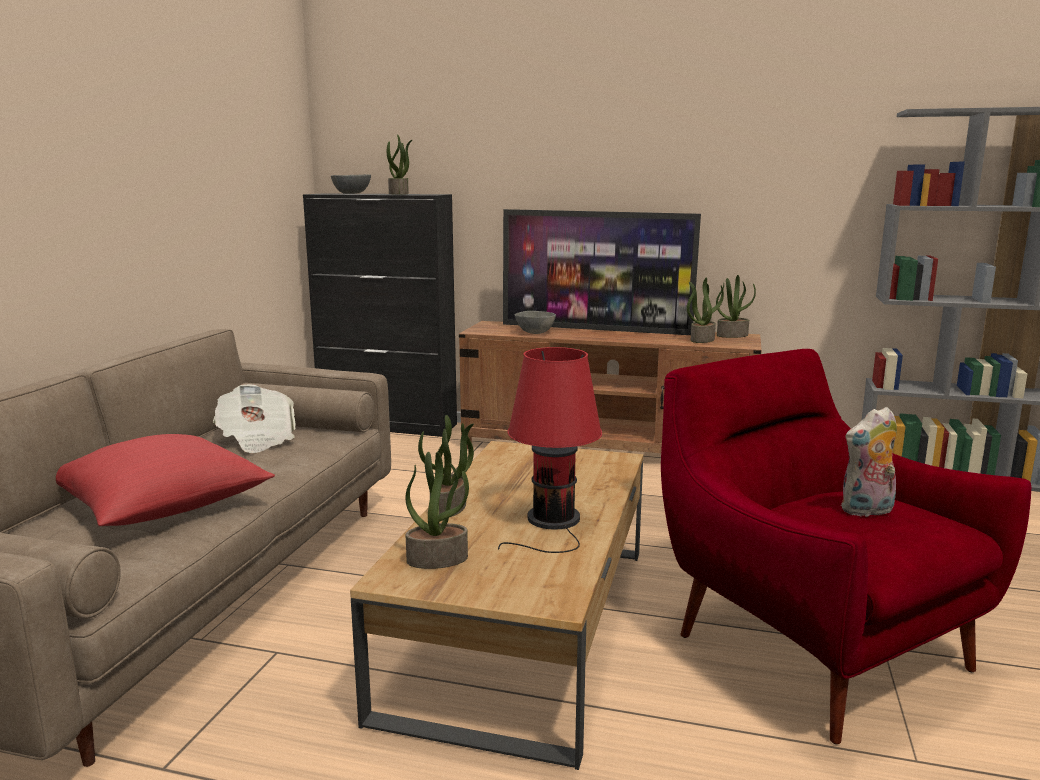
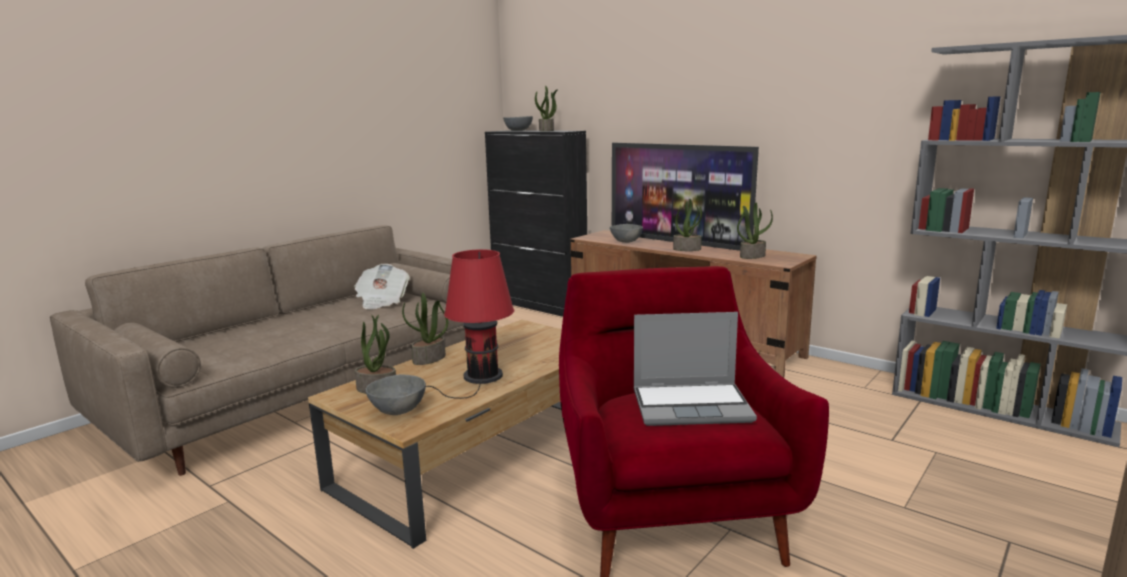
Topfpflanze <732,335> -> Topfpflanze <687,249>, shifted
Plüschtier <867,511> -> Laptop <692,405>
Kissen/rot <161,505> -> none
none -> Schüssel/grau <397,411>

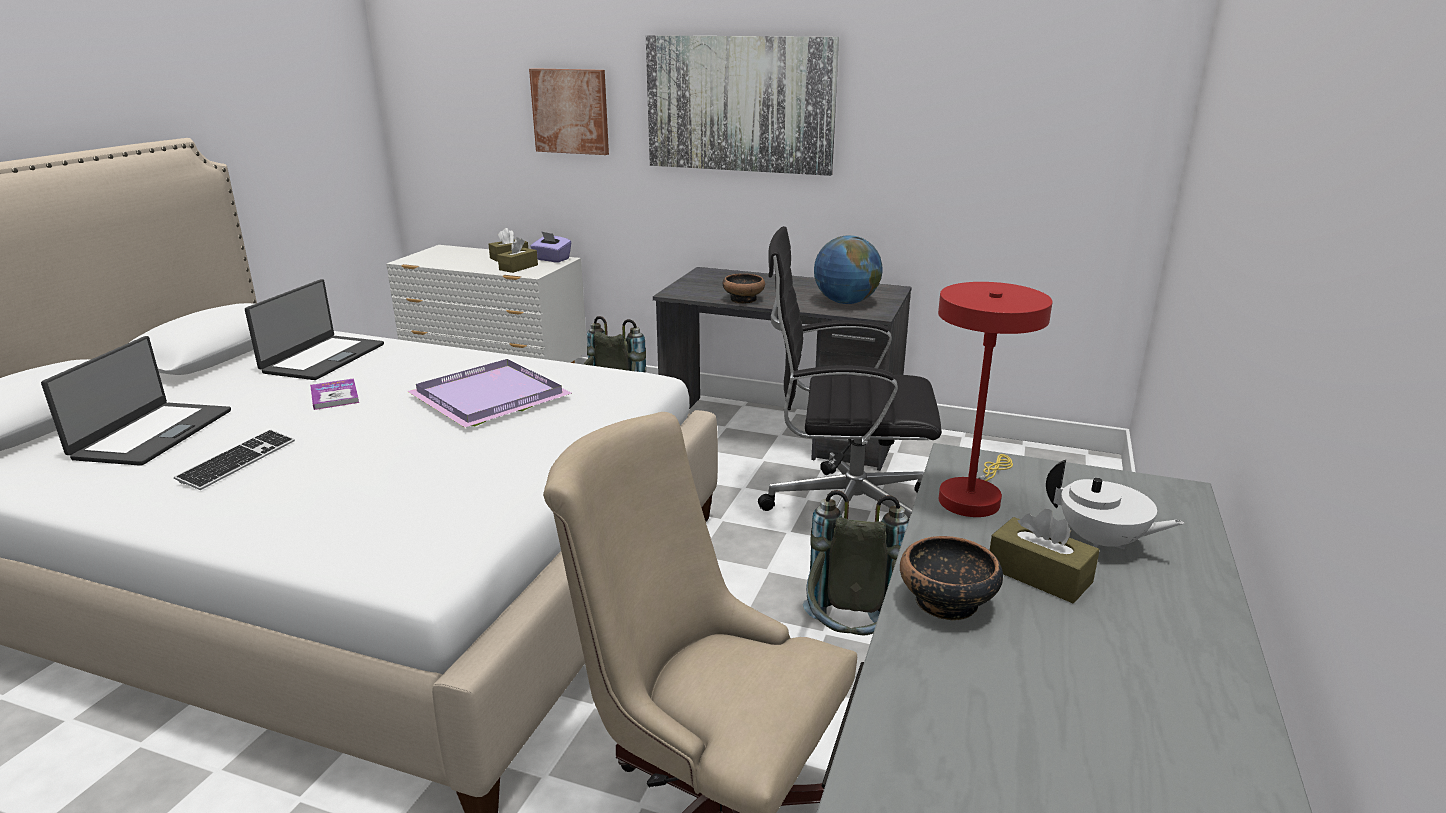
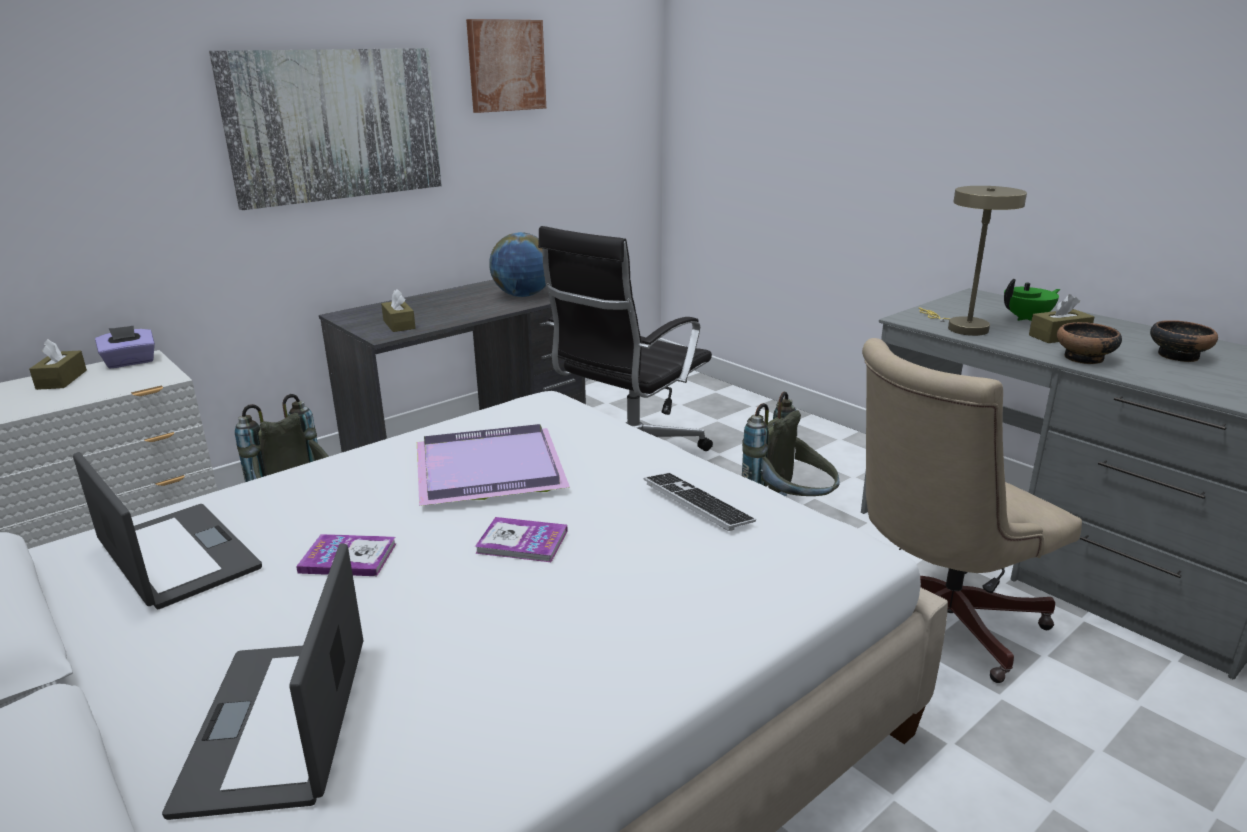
Bild <570,111> -> Bild <506,65>, shifted
Taschentuchbox/braun <518,267> -> Taschentuchbox/braun <399,324>, shifted
Schüssel <744,299> -> Schüssel <1177,356>, shifted
Tischlampe/rot <972,496> -> Tischlampe/beige <961,327>
Laptop <152,434> -> Laptop <280,723>, 135 degrees counterclockwise
Tastatur <238,461> -> Tastatur <697,502>, shifted
Teekanne/weiß <1101,542> -> Teekanne/grün <1027,319>
none -> Buch <522,542>

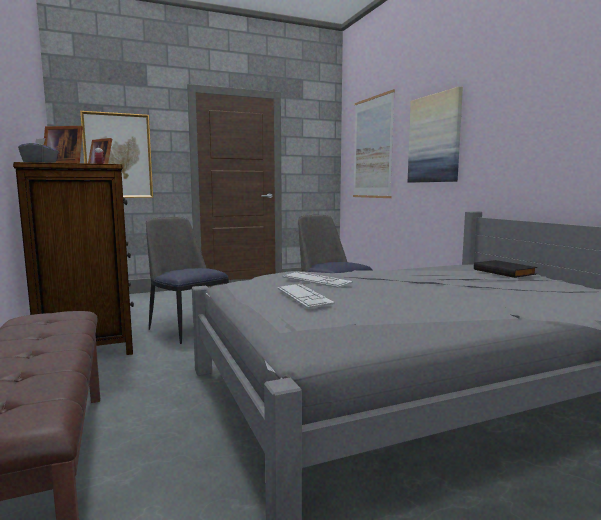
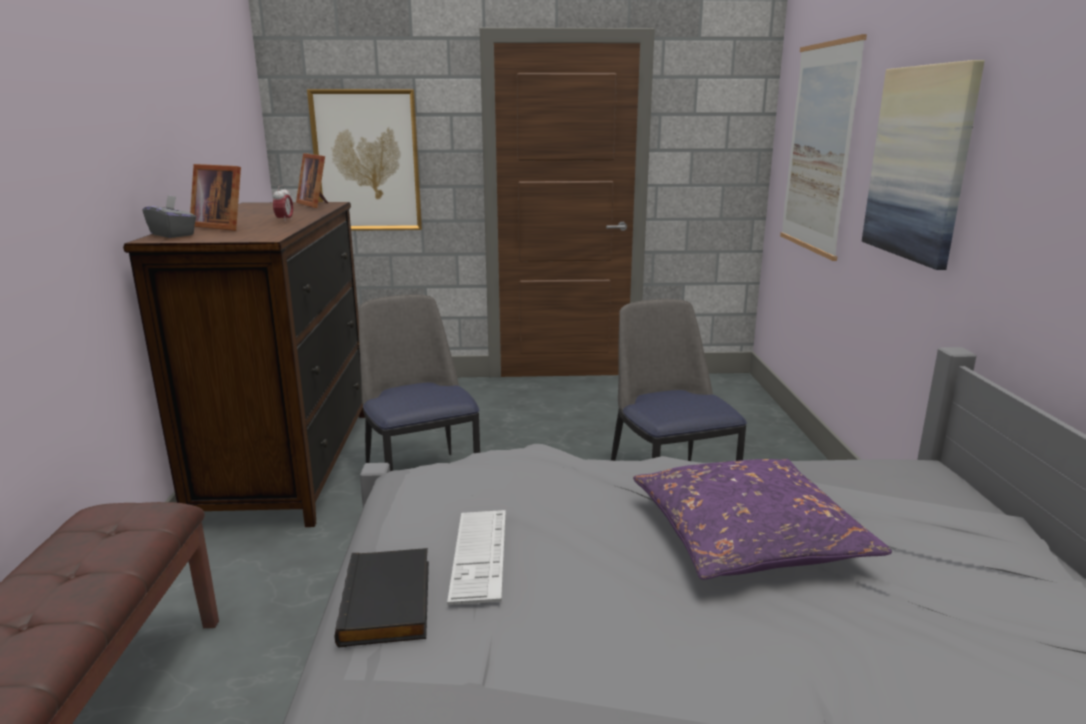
Buch/schwarz <505,272> -> Buch/schwarz <389,602>, shifted
Tastatur <316,280> -> none
none -> Kissen/lila <747,537>

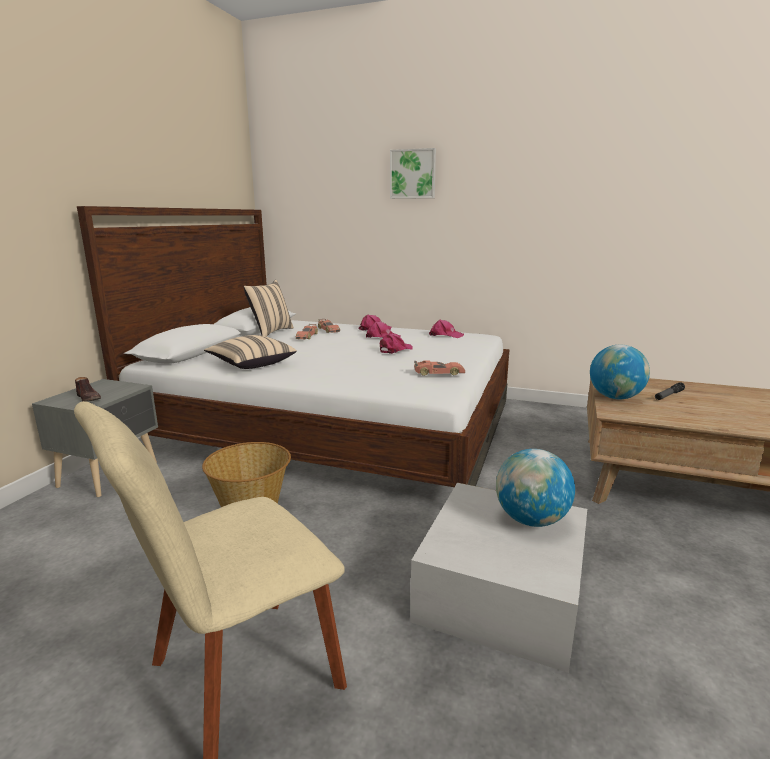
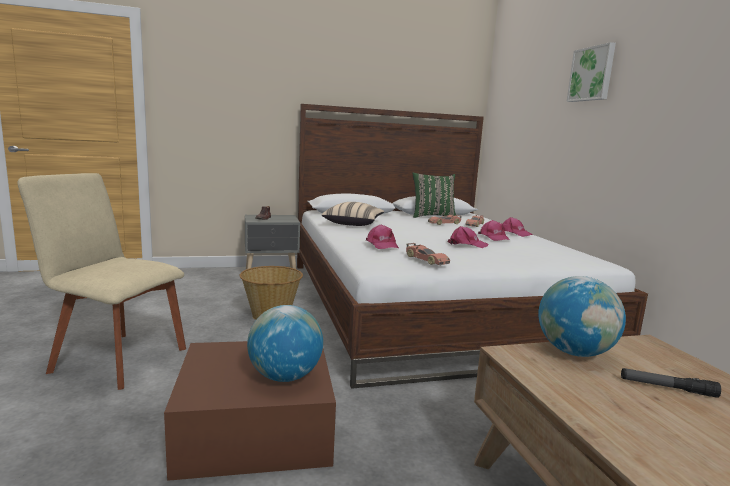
Kissen/beige <270,332> -> Kissen/grün <432,216>
Kappe/rosa <445,335> -> Kappe/rosa <382,244>, shifted
Aufbewahrungsbox/weiß <501,591> -> Aufbewahrungsbox/braun <255,428>

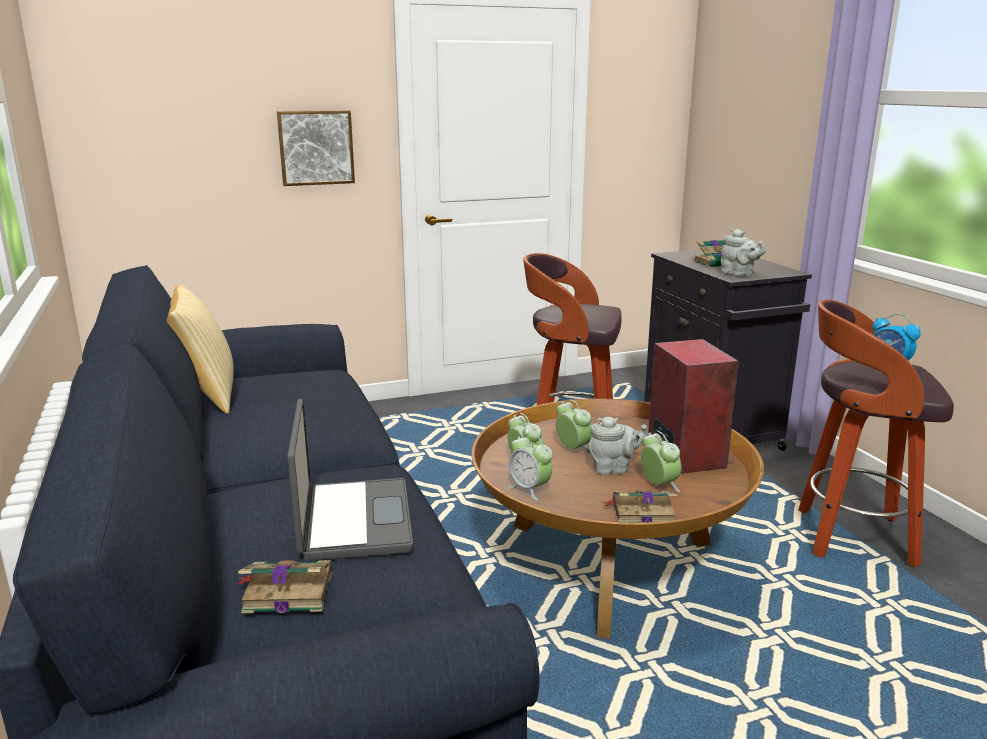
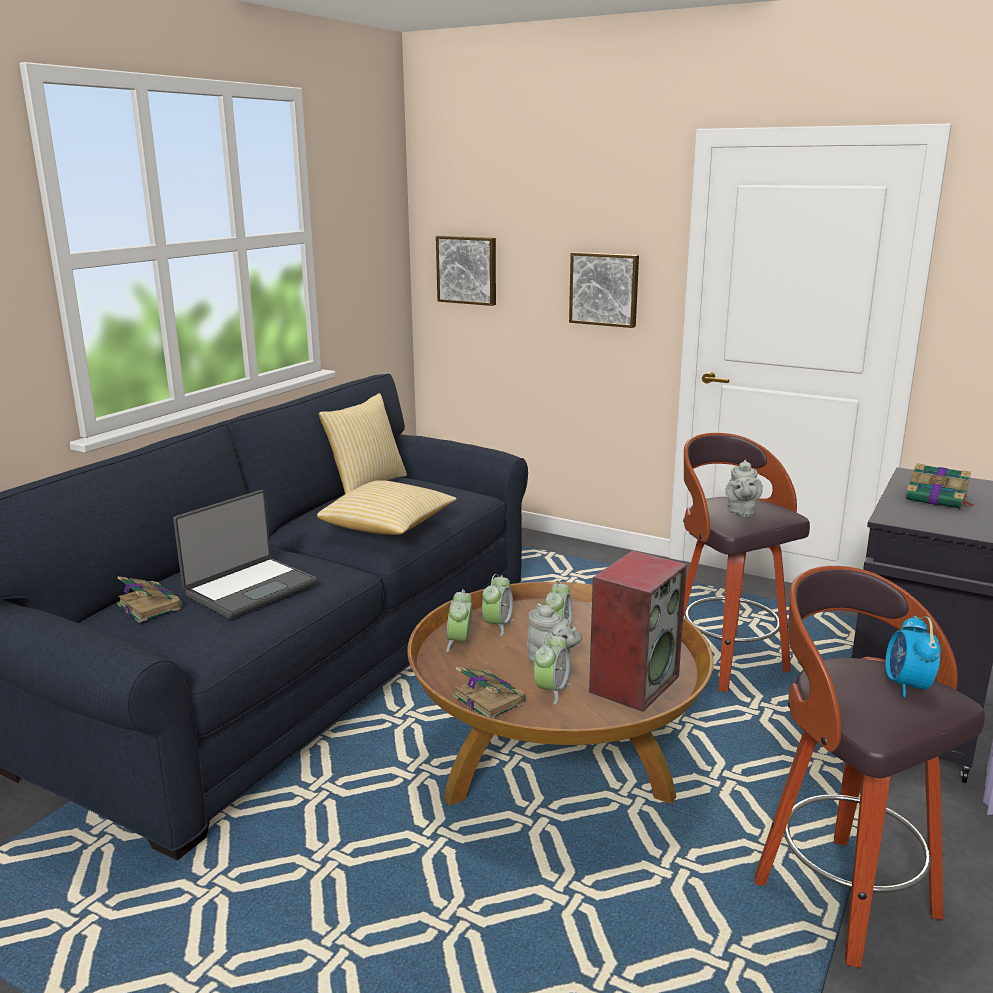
Teekanne/grau <739,274> -> Teekanne/grau <741,512>, shifted
none -> Bild <467,270>
none -> Kissen <388,527>

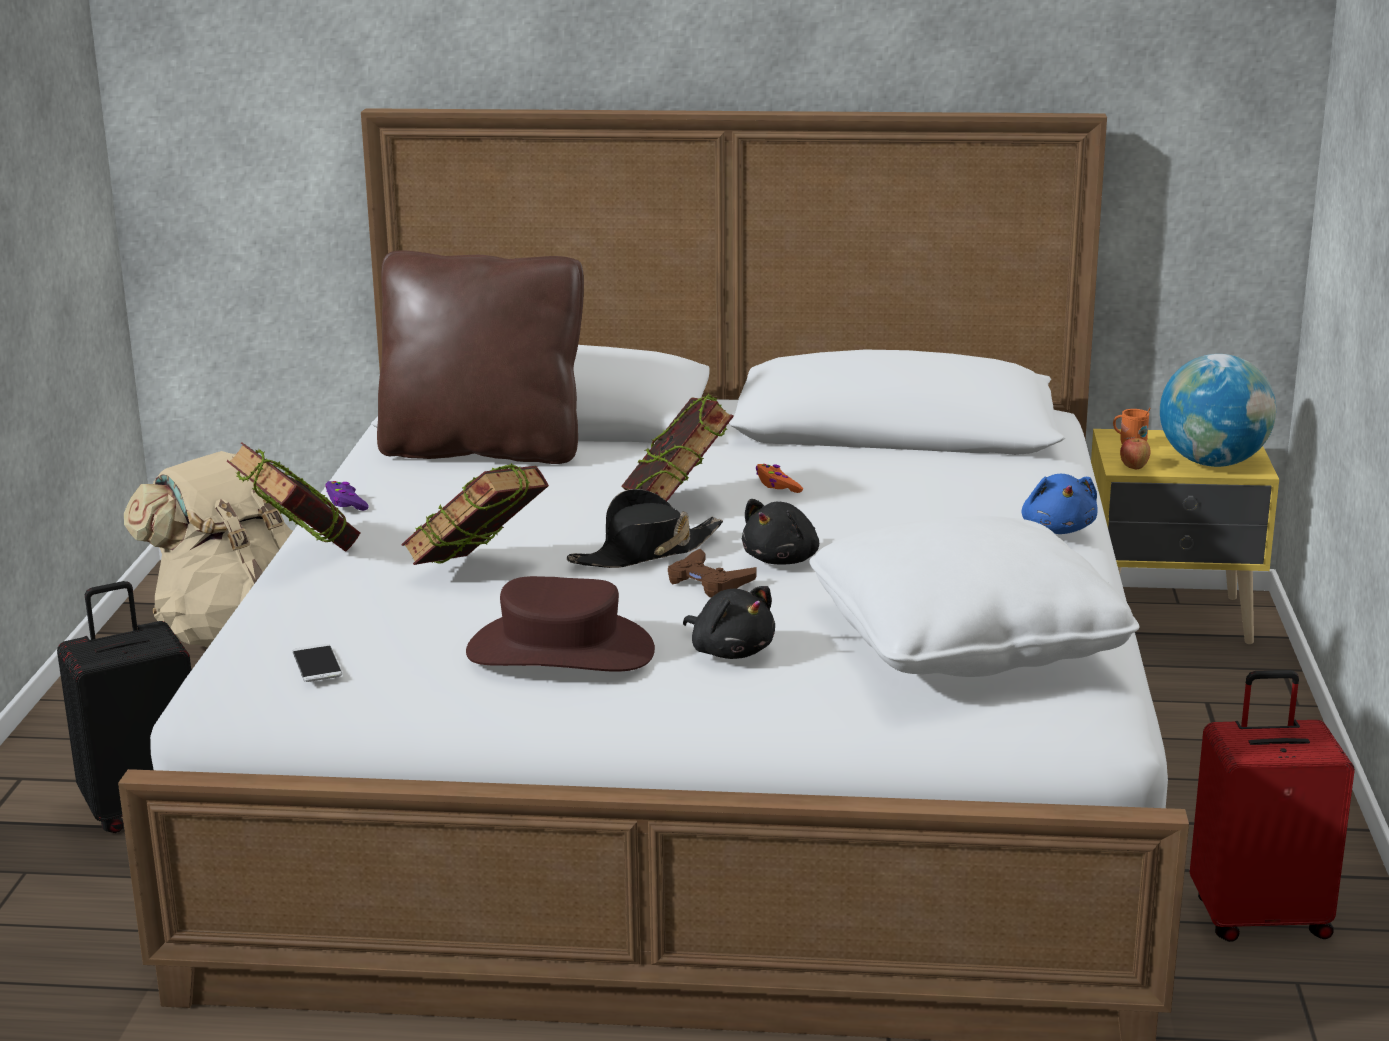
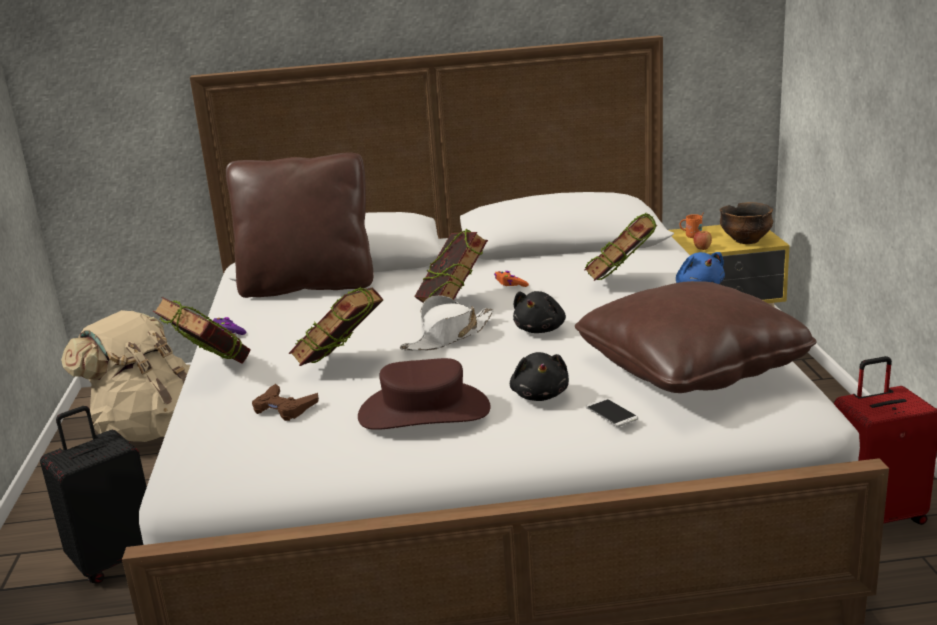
Globus <1213,463> -> Schüssel <746,240>
Hut/schwarz <646,552> -> Hut/weiß <448,337>
Kissen/weiß <966,643> -> Kissen/braun <691,367>
Gamepad/braun <708,582> -> Gamepad/braun <284,408>, shifted
Plüschtier/schwarz <730,651> -> Plüschtier/schwarz <540,395>, 45 degrees clockwise
Handy <317,664> -> Handy <611,413>, shifted
none -> Buch <621,282>

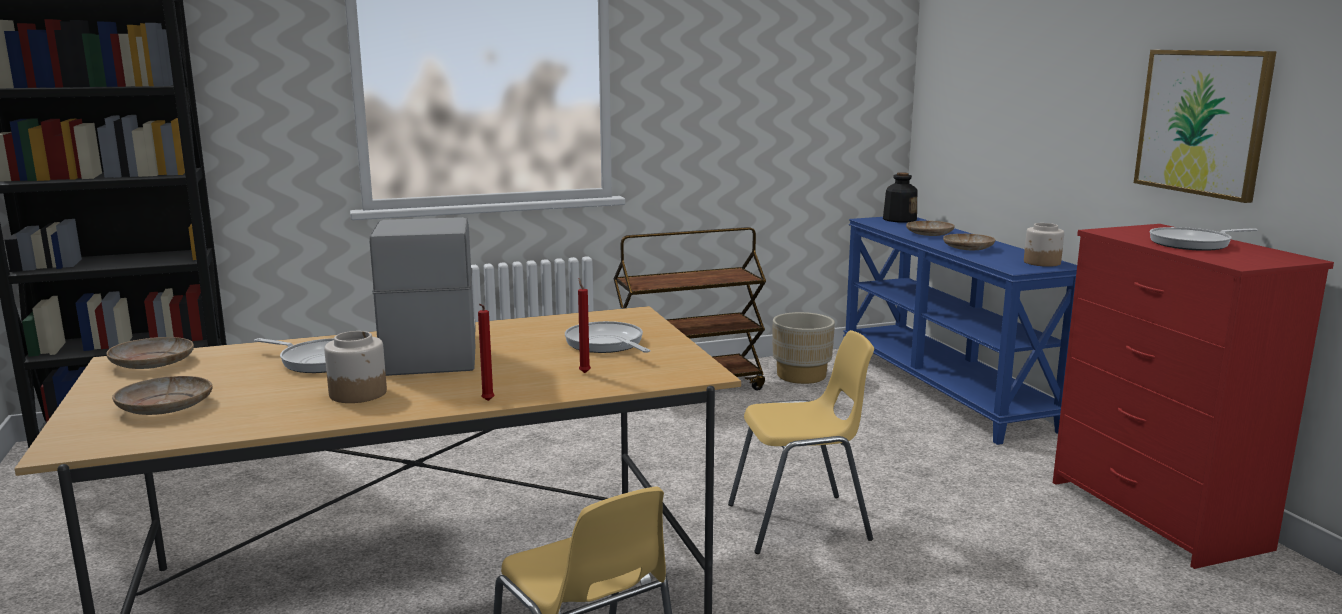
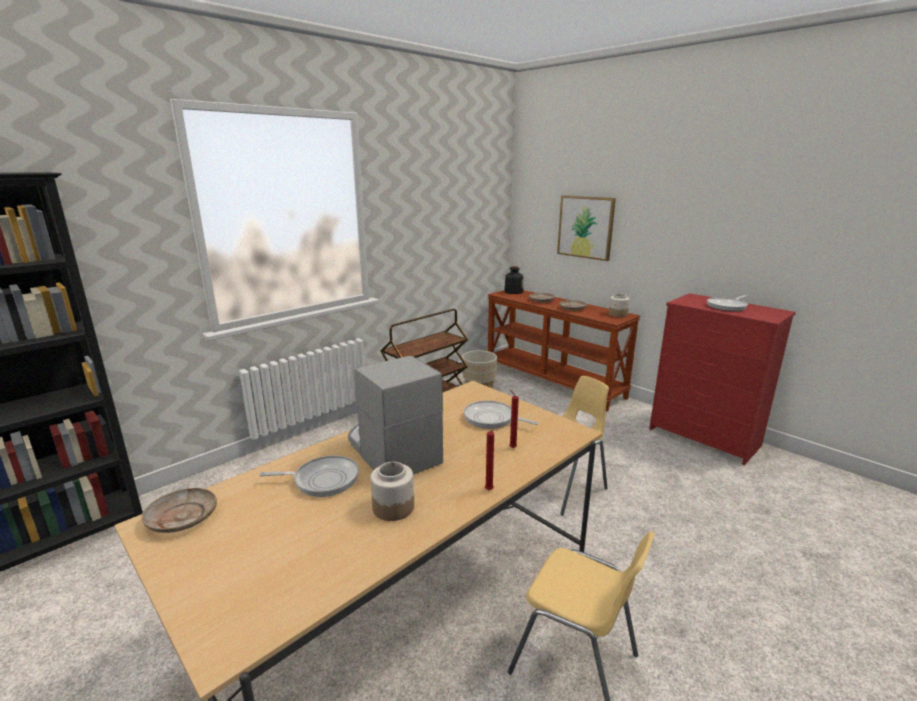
Bild <1202,122> -> Bild <585,227>, shifted
Konsolentisch/blau <944,389> -> Konsolentisch/braun <553,381>
Teller/beige <165,406> -> none

